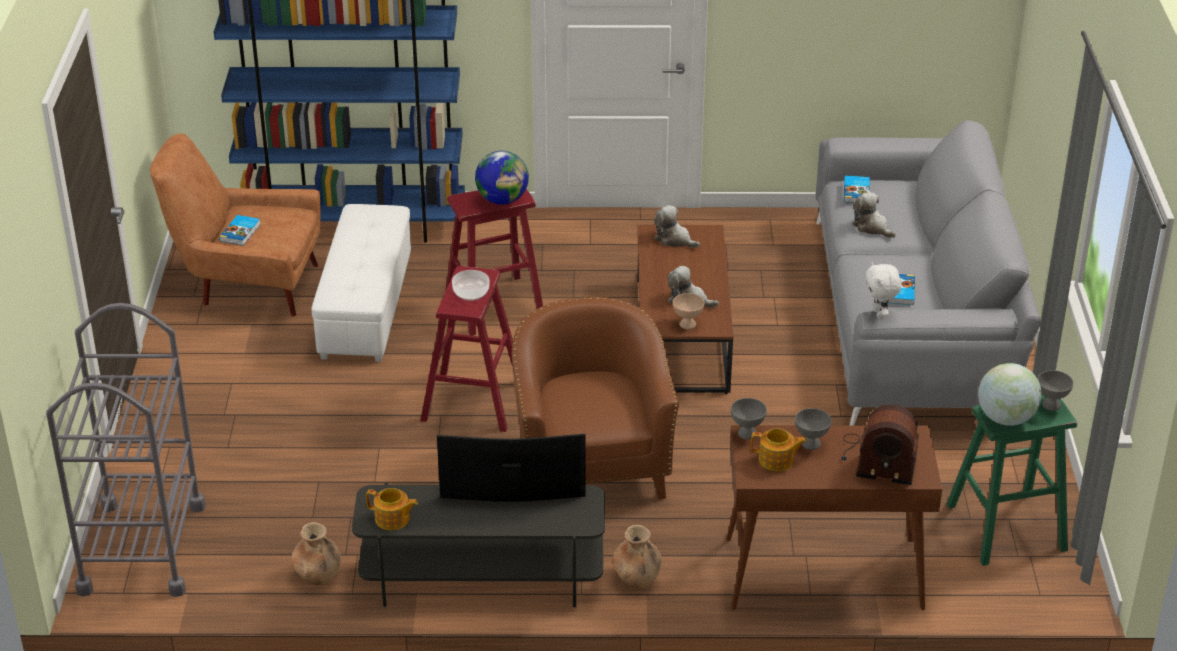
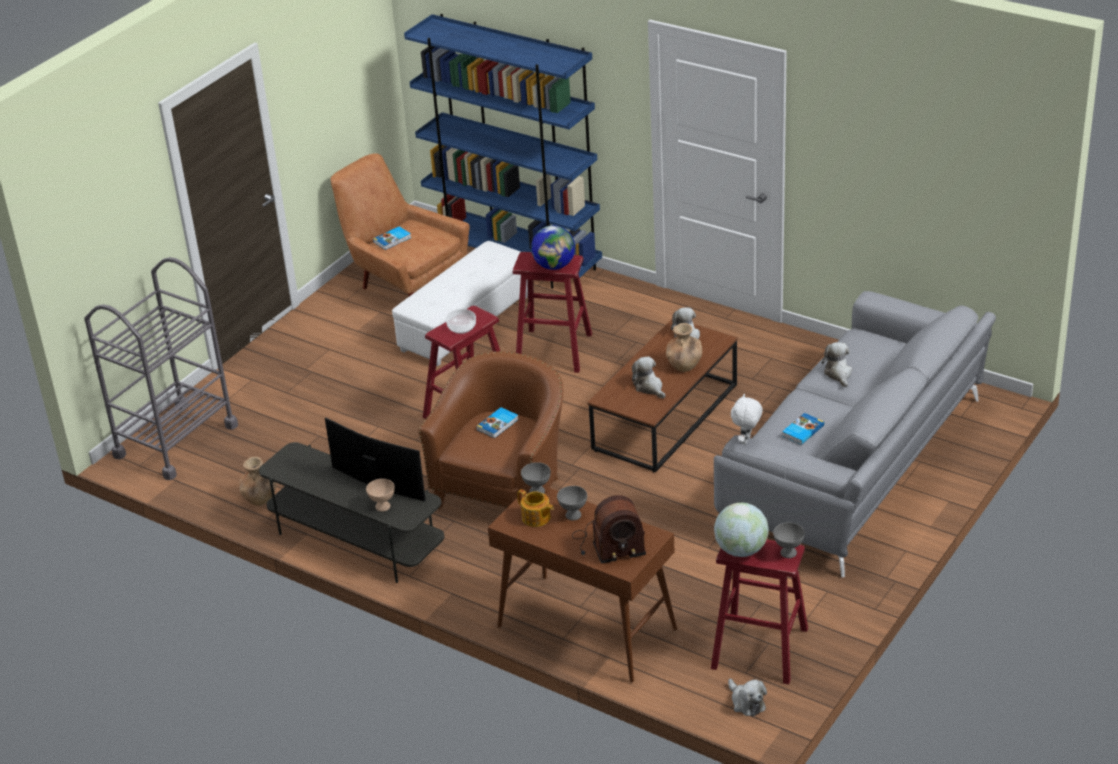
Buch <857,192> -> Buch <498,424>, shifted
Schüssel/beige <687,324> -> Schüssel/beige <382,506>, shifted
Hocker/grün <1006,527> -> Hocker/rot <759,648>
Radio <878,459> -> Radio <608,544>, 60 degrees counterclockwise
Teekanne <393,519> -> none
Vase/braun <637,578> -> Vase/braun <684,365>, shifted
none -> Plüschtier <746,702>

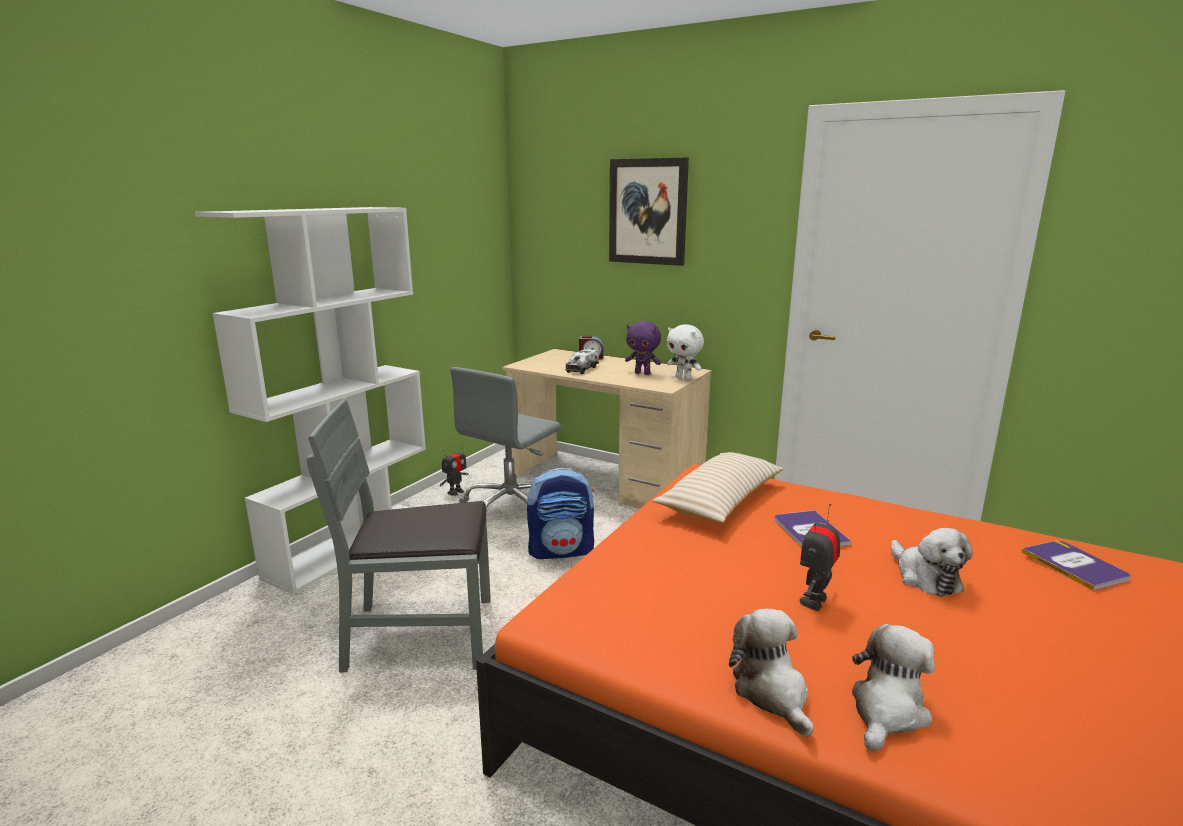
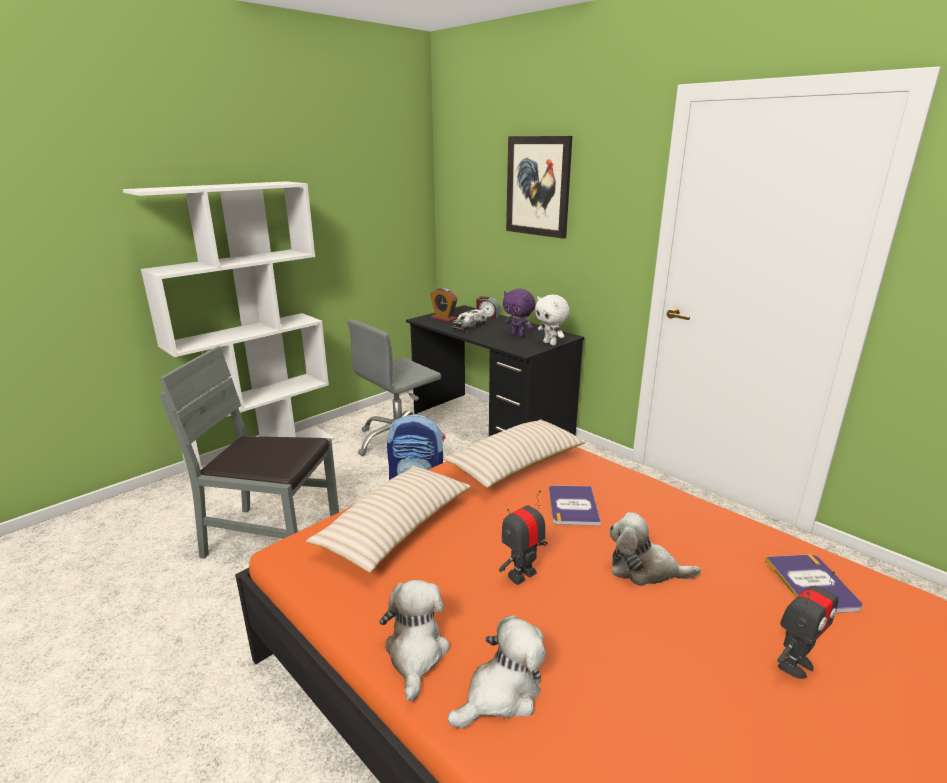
Schreibtisch/beige <606,482> -> Schreibtisch/schwarz <490,427>
Spielzeugroboter <455,492> -> Spielzeugroboter <794,664>, shifted
Plüschtier <925,577> -> Plüschtier <645,569>, 105 degrees clockwise
none -> Wecker <444,318>
none -> Kissen/beige <395,527>

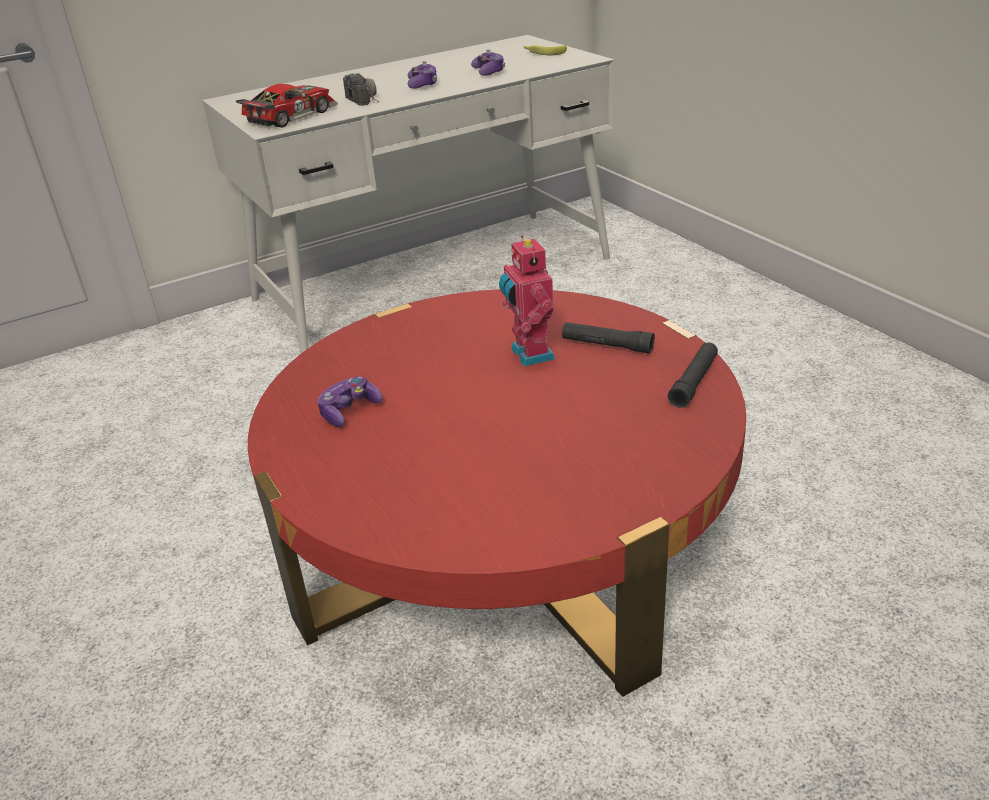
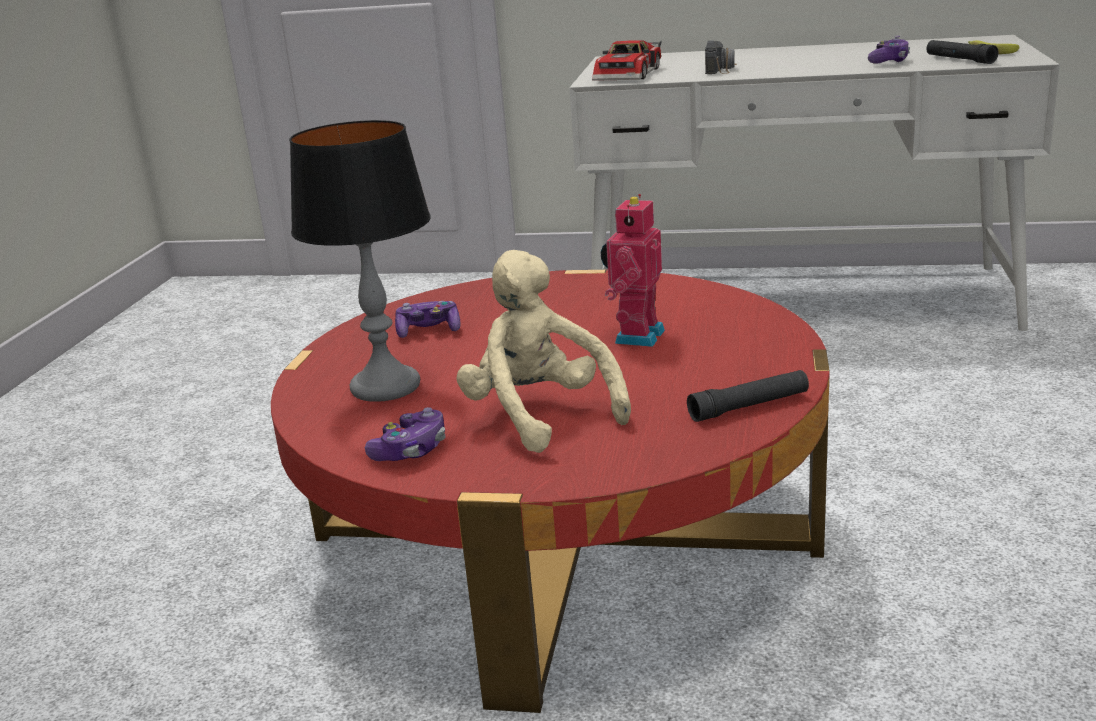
Gamepad <423,84> -> Gamepad <411,450>, shifted
Spielzeugauto <288,116> -> Spielzeugauto <631,74>, 120 degrees clockwise
Taschenlampe/schwarz <607,345> -> Taschenlampe/schwarz <959,60>, shifted
none -> Tischlampe <385,387>
none -> Plüschtier/beige <539,416>

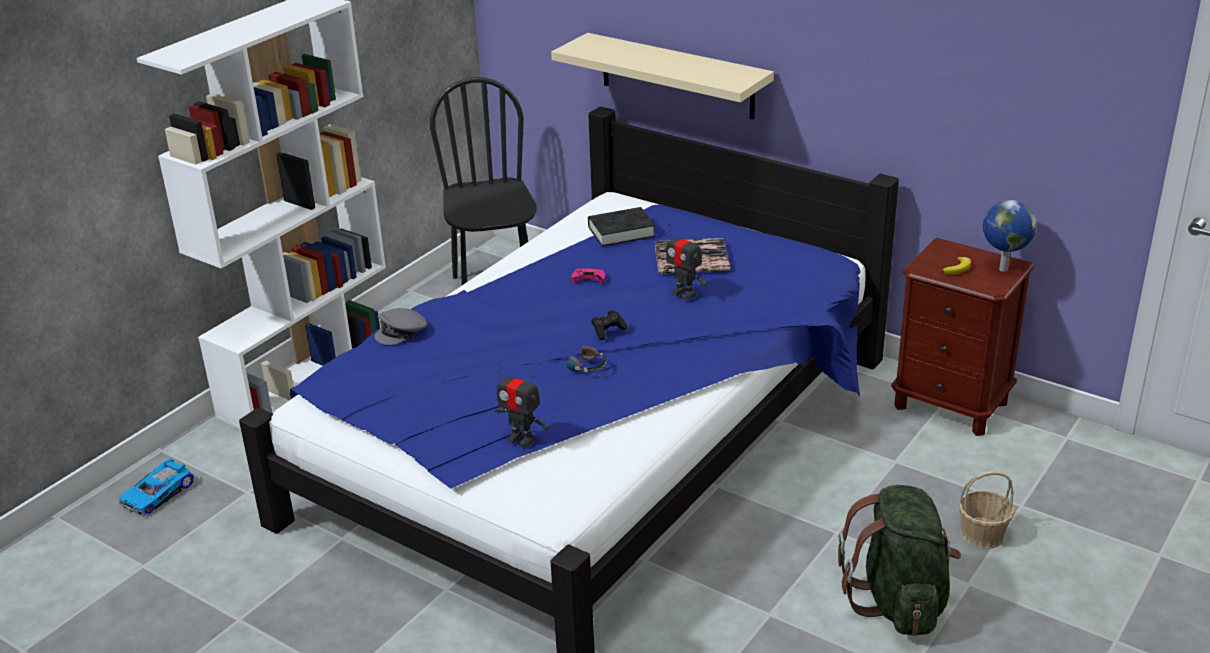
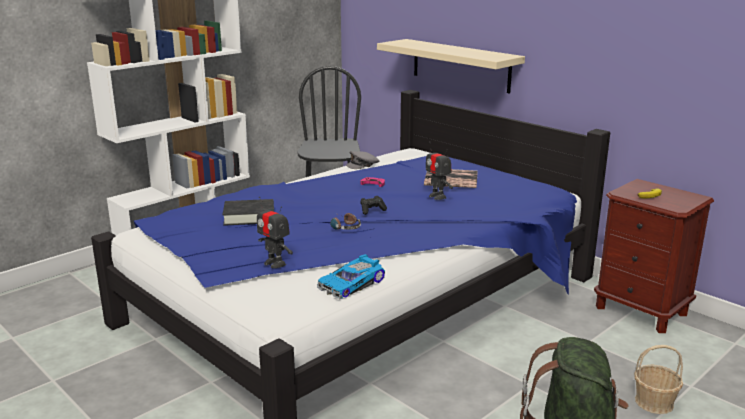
Globus <1002,269> -> none
Buch/schwarz <621,232> -> Buch/schwarz <249,217>, shifted
Kappe/grau <402,332> -> Kappe/grau <363,165>, shifted
Spielzeugauto <158,494> -> Spielzeugauto <352,284>, shifted

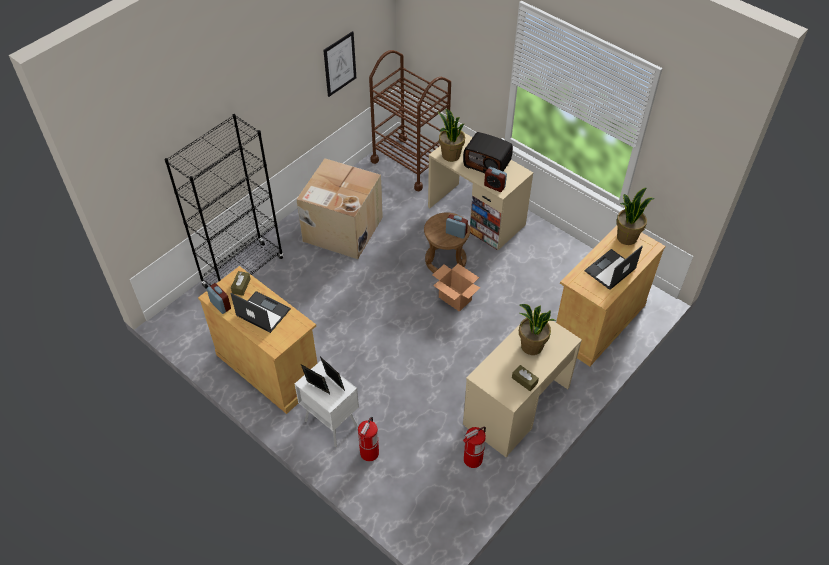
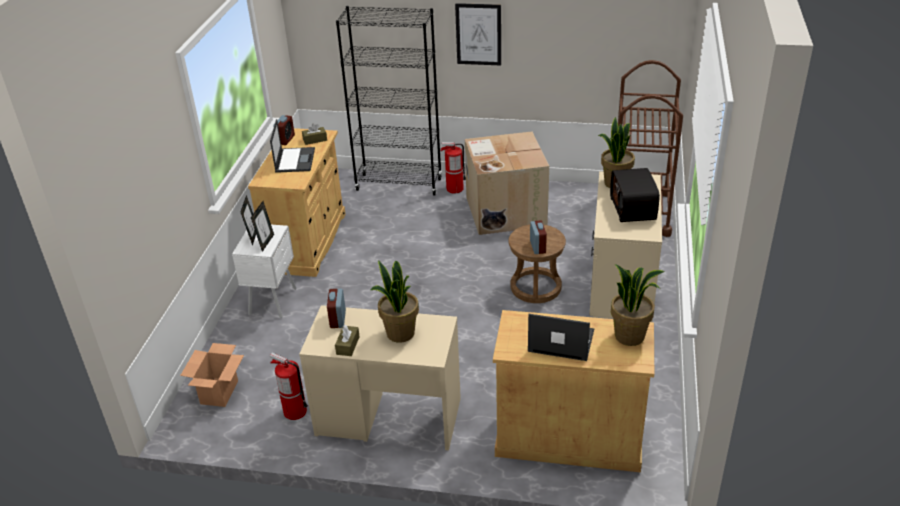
Bild <340,64> -> Bild <478,34>, shifted
Wecker <494,186> -> Wecker <338,319>, shifted
Karton <454,298> -> Karton <219,392>, shifted
Feuerlöscher <369,453> -> Feuerlöscher <454,189>, shifted

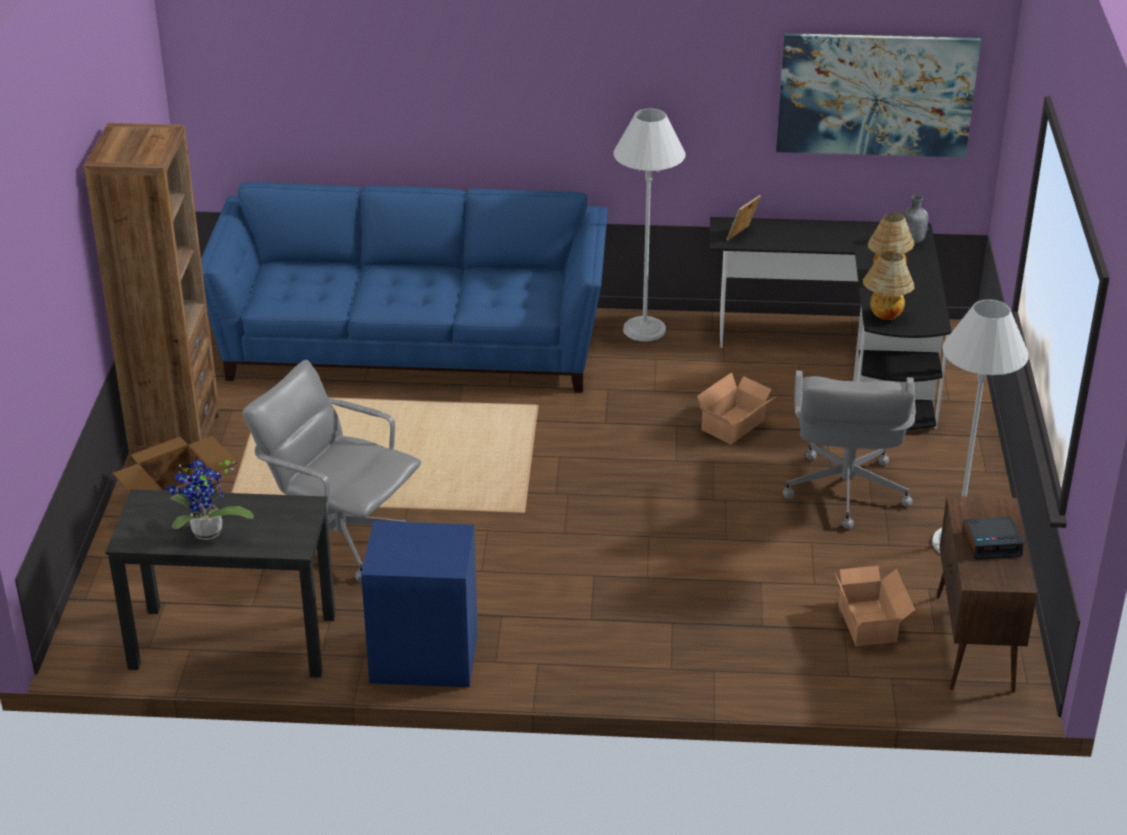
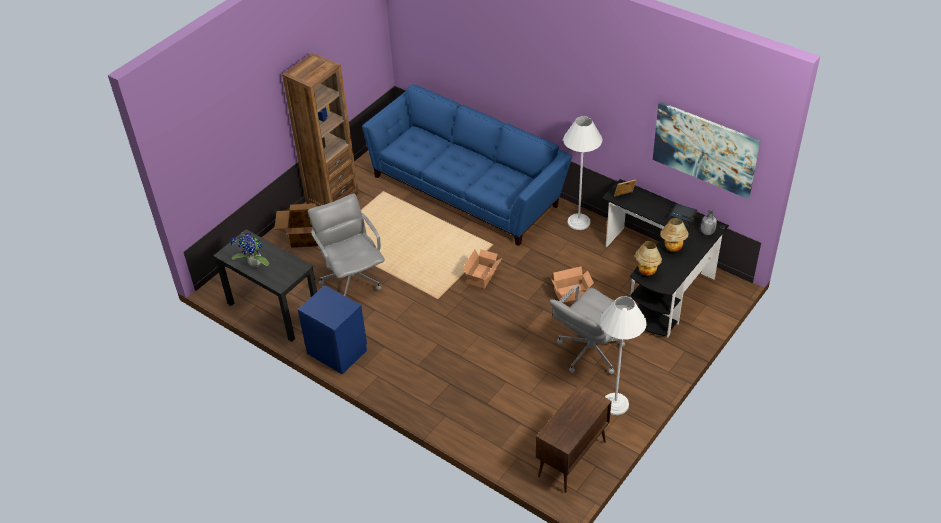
Wecker <992,543> -> Wecker <683,217>, shifted
Karton <869,621> -> Karton <483,276>, shifted

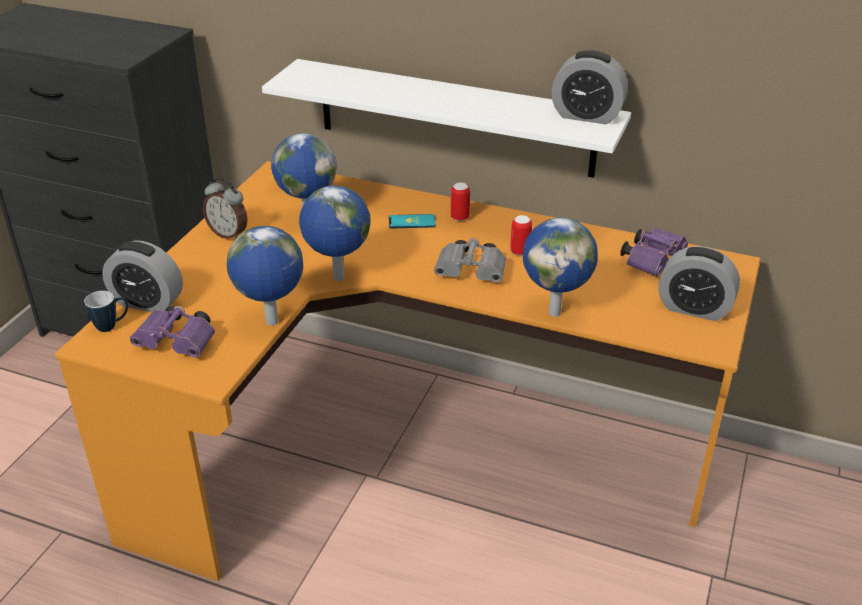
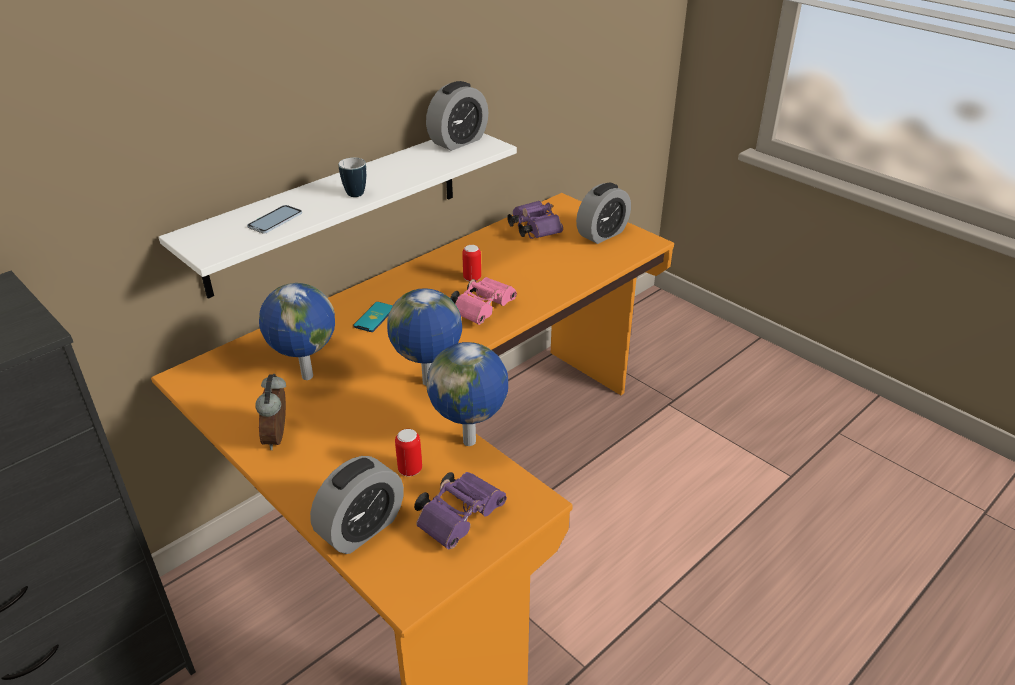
Wecker <229,234> -> Wecker <279,437>, 120 degrees clockwise
Dose <460,217> -> Dose <410,470>, shifted
Globus <555,312> -> none
Fernglas/grau <473,273> -> Fernglas/rosa <483,309>
Henkelbecher <111,326> -> Henkelbecher <356,192>, shifted
none -> Handy <275,220>

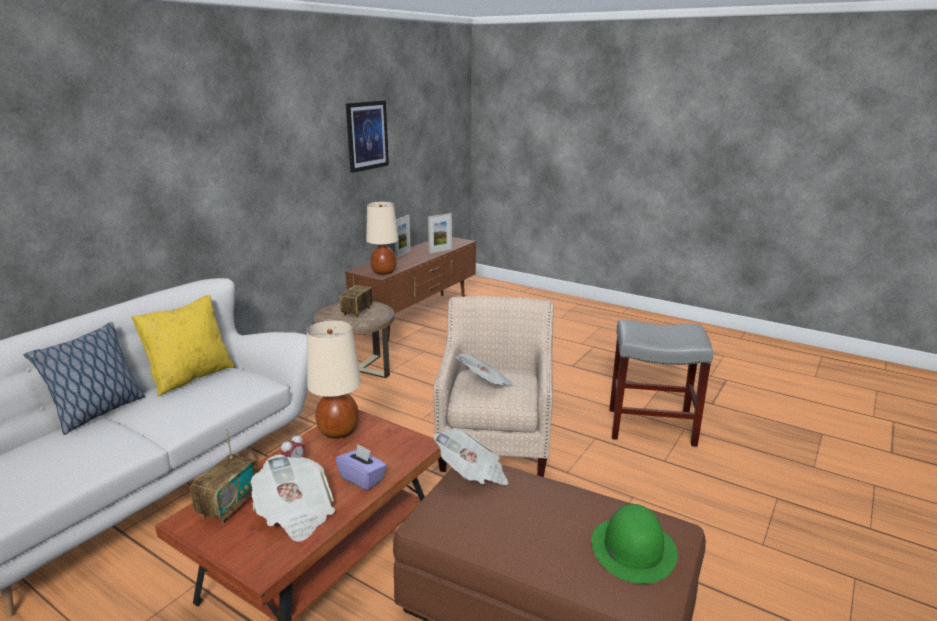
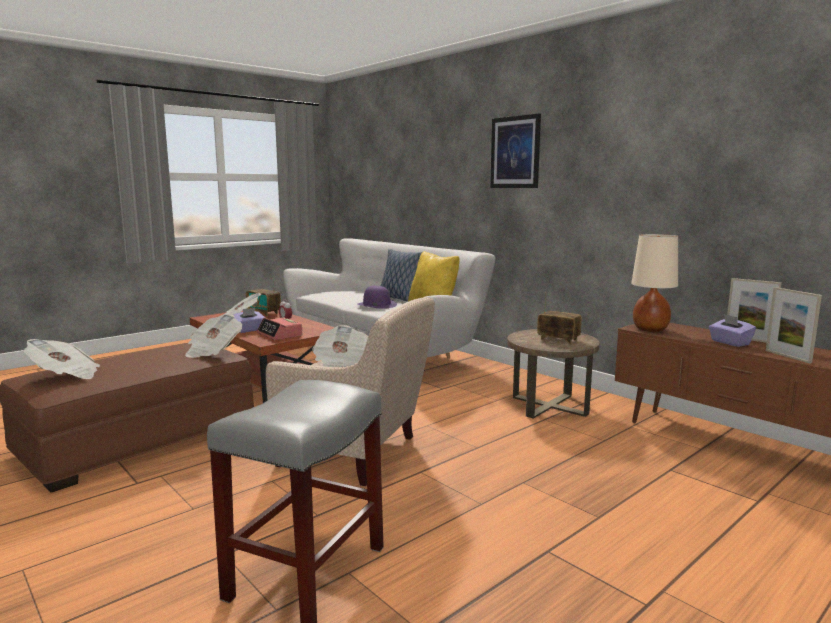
Bild <367,135> -> Bild <515,152>, shifted
Tischlampe/beige <338,431> -> none
Hut/grün <633,548> -> Zeitung <66,375>
none -> Hut/lila <376,304>
none -> Taschentuchbox/lila <729,343>
none -> Wecker <280,335>

